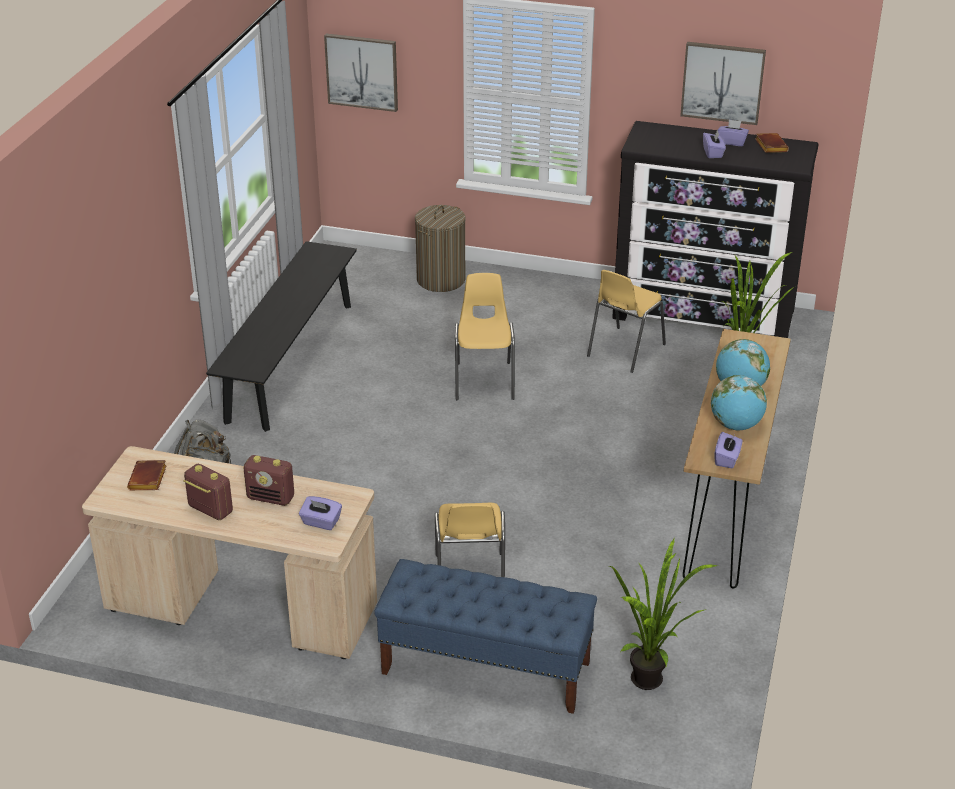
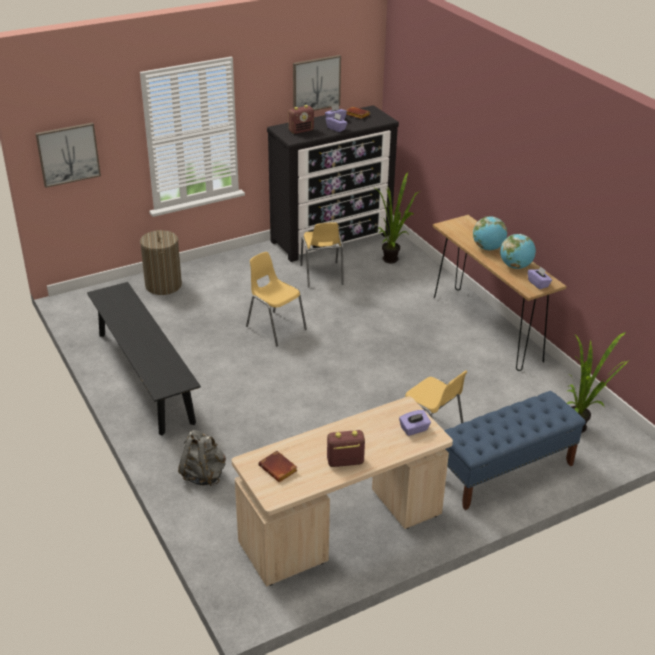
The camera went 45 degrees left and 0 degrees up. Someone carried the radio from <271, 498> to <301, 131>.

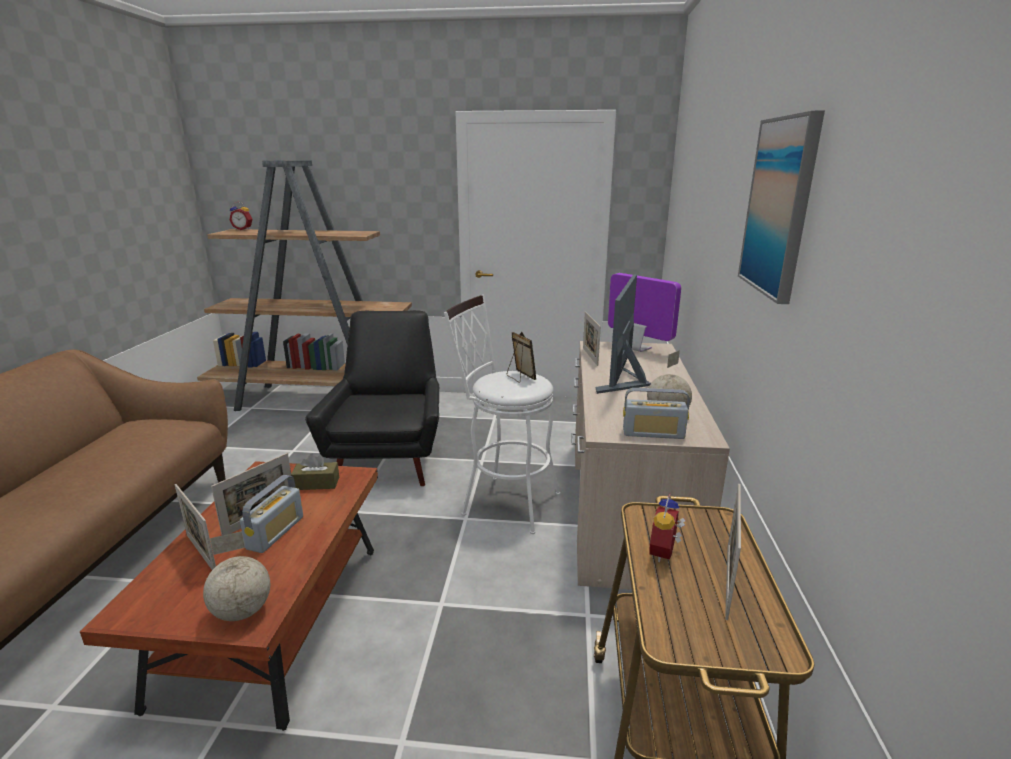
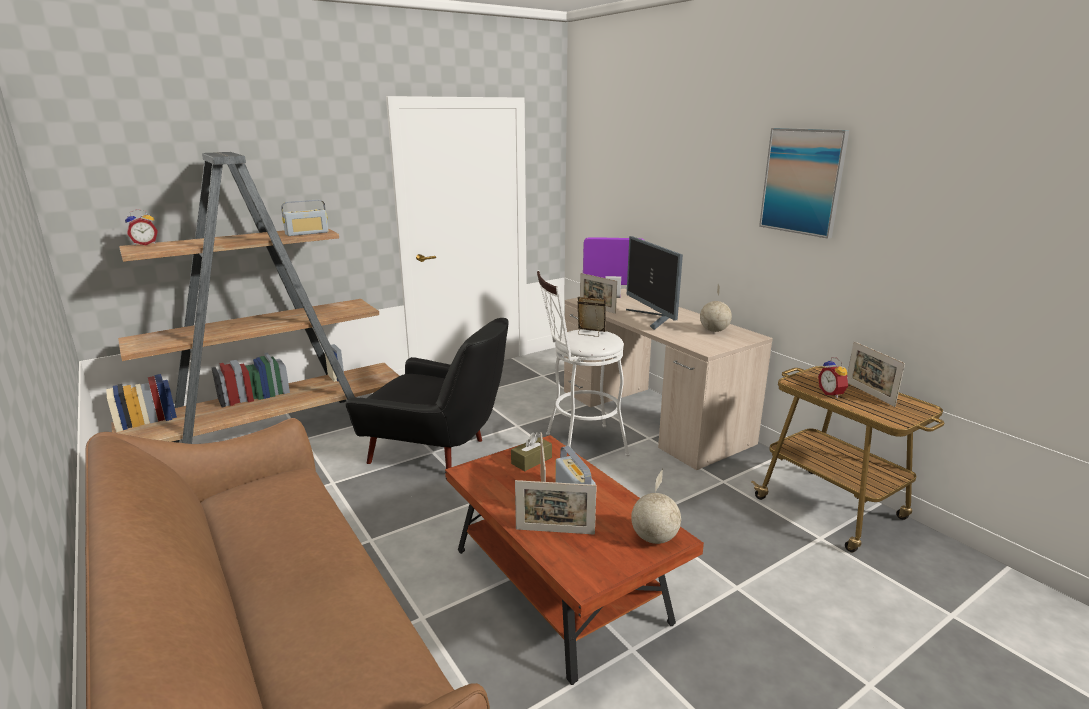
The camera went 40 degrees left and 0 degrees up. Someone carried the radio from <653, 433> to <307, 233>. Someone rotated the blackish lounge chair at <389, 457> by 150 degrees clockwise.

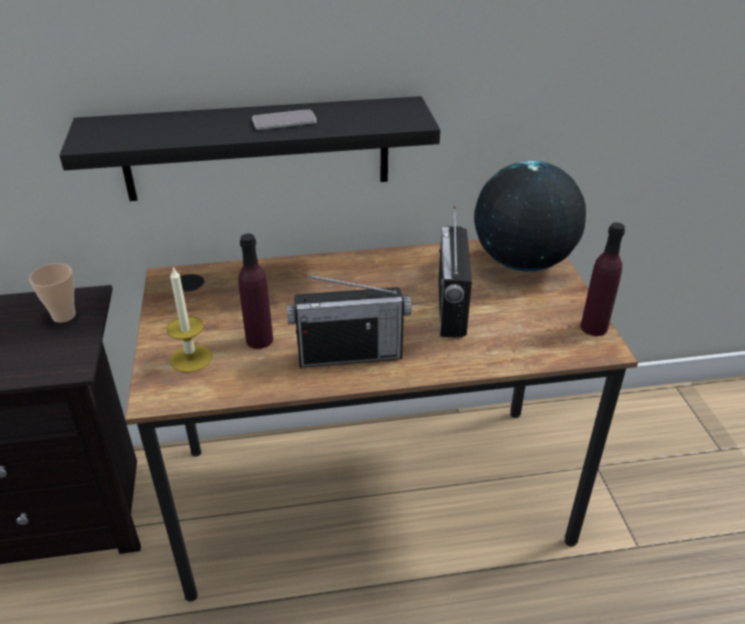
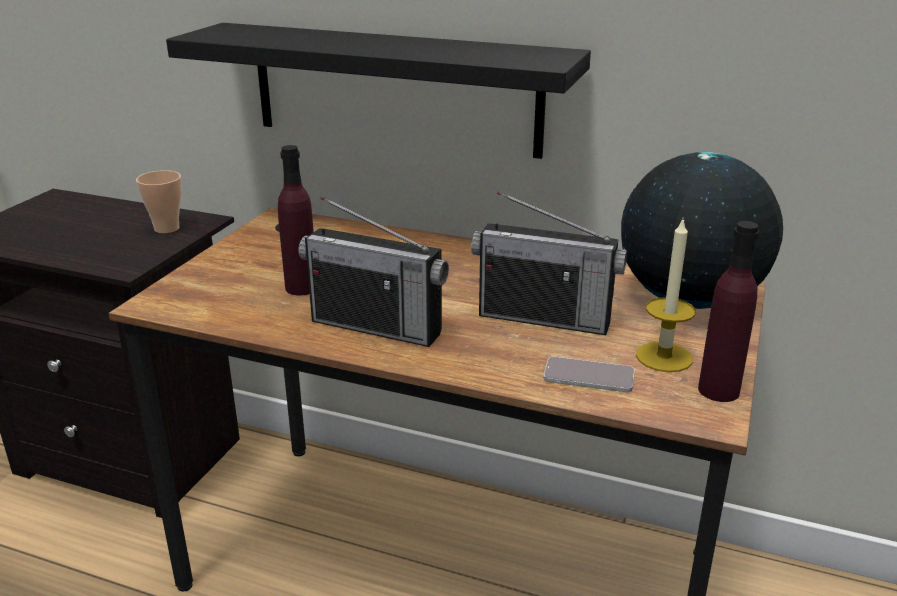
The camera went 30 degrees right and 10 degrees down. Someone rotated the radio at <451, 307> by 105 degrees counterclockwise. Someone carried the handset from <284, 121> to <588, 376>. Someone carried the wax candle from <191, 358> to <664, 357>.

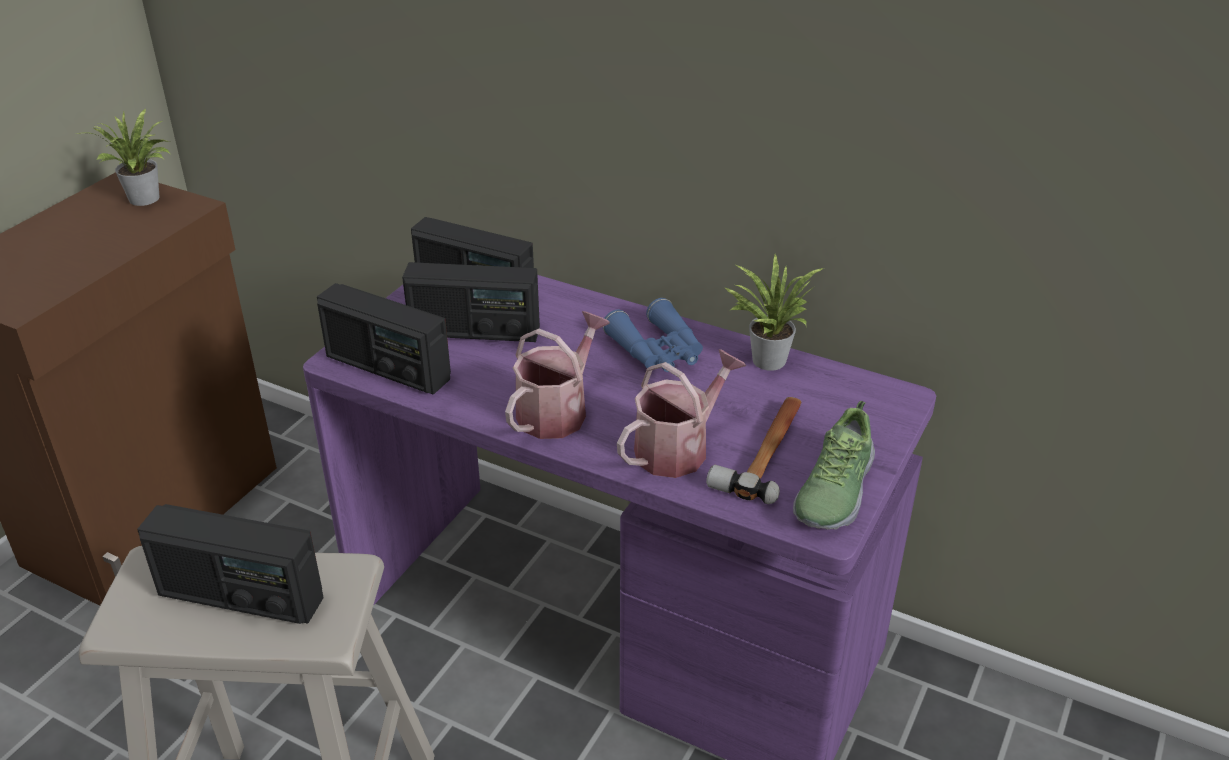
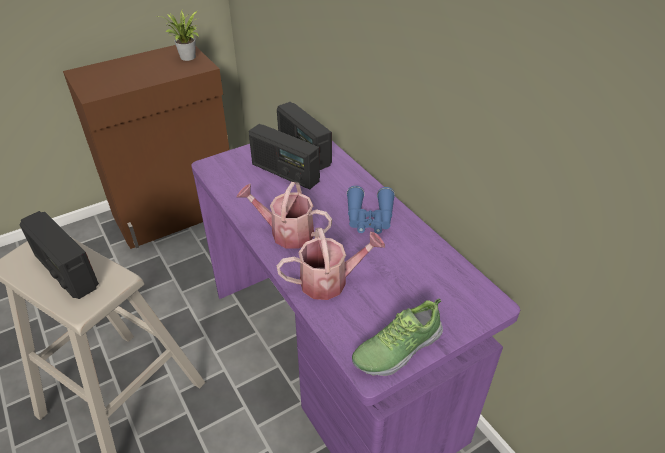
The camera went 30 degrees right and 5 degrees up. Someone rotated the watering pot at <557, 411> by 135 degrees counterclockwise. Someone took away the radio at <387, 368>. Someone took away the hand hammer at <765, 451>. Someone took away the potted plant at <766, 358>.

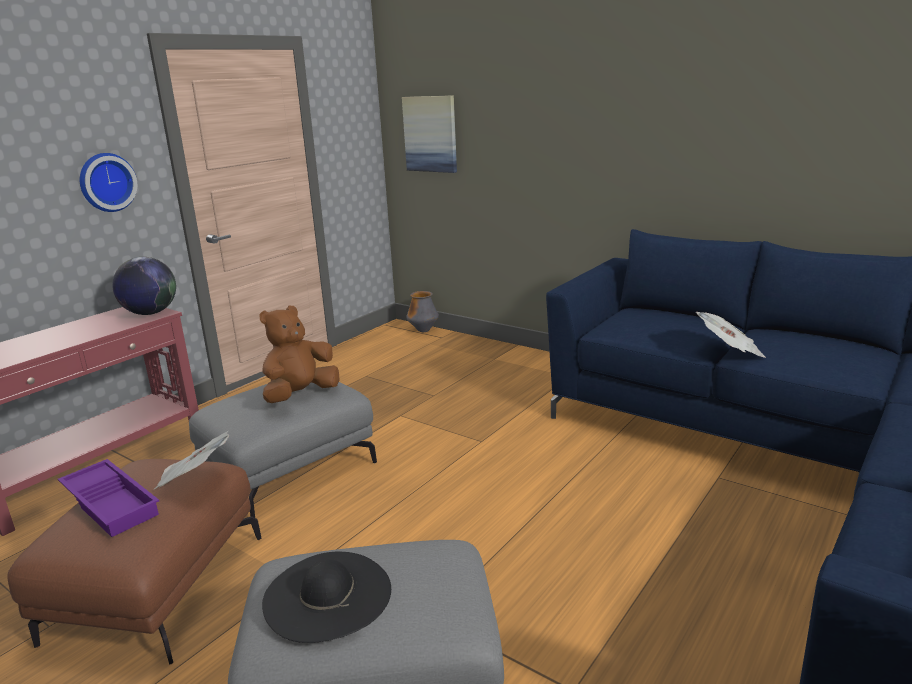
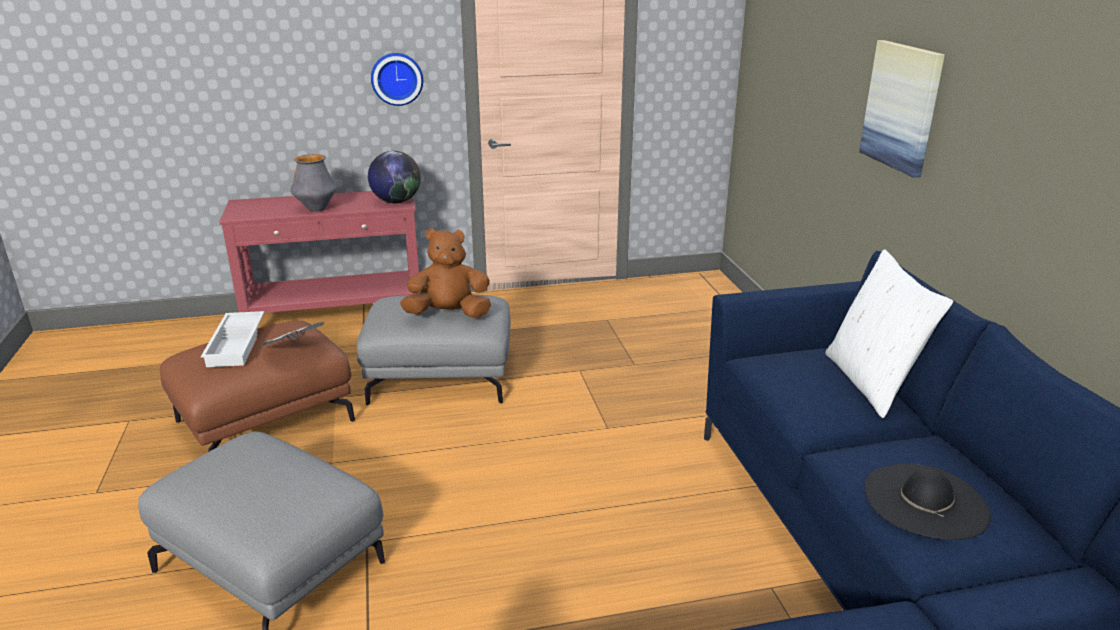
The camera went 40 degrees right and 5 degrees up. Someone repainted the purple-coloured serving tray at <113, 502>, which became the whitish serving tray at <237, 344>. Someone carried the decorative vase from <423, 330> to <316, 209>. Someone put down the whitish cushion at <872, 382>. Someone carried the picture from <430, 134> to <902, 107>. Someone carried the blackish clothing hat from <327, 595> to <925, 501>. Someone took away the daily paper at <729, 351>.

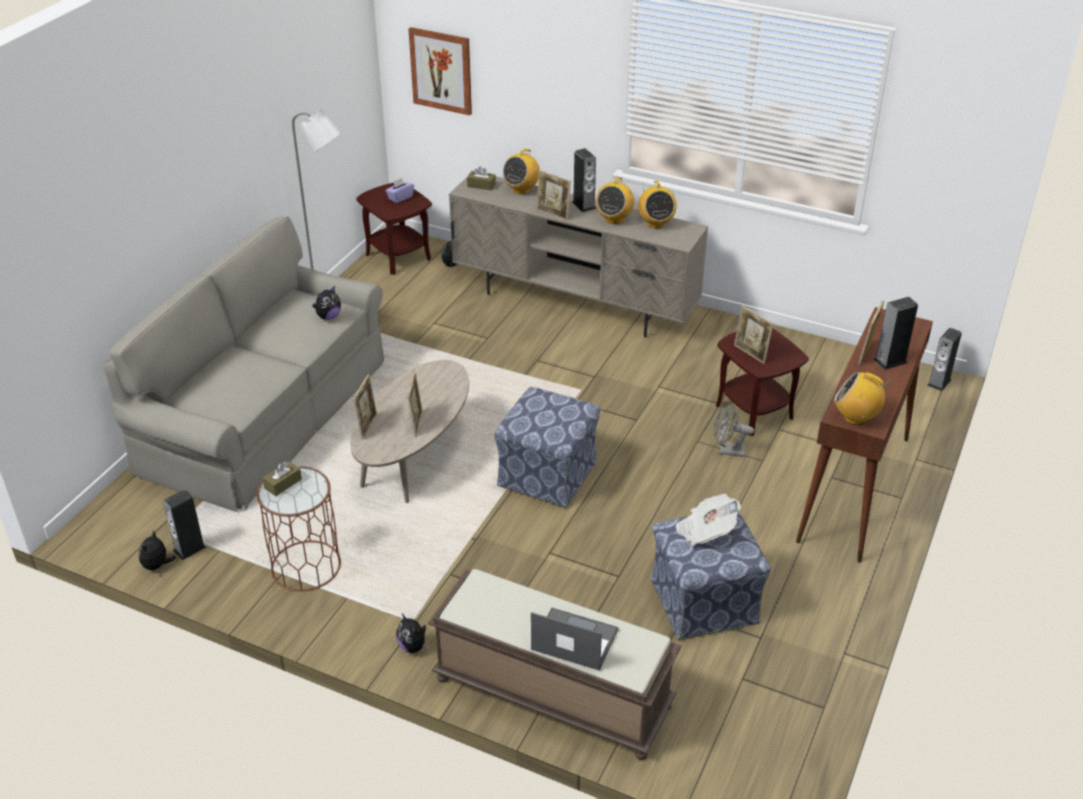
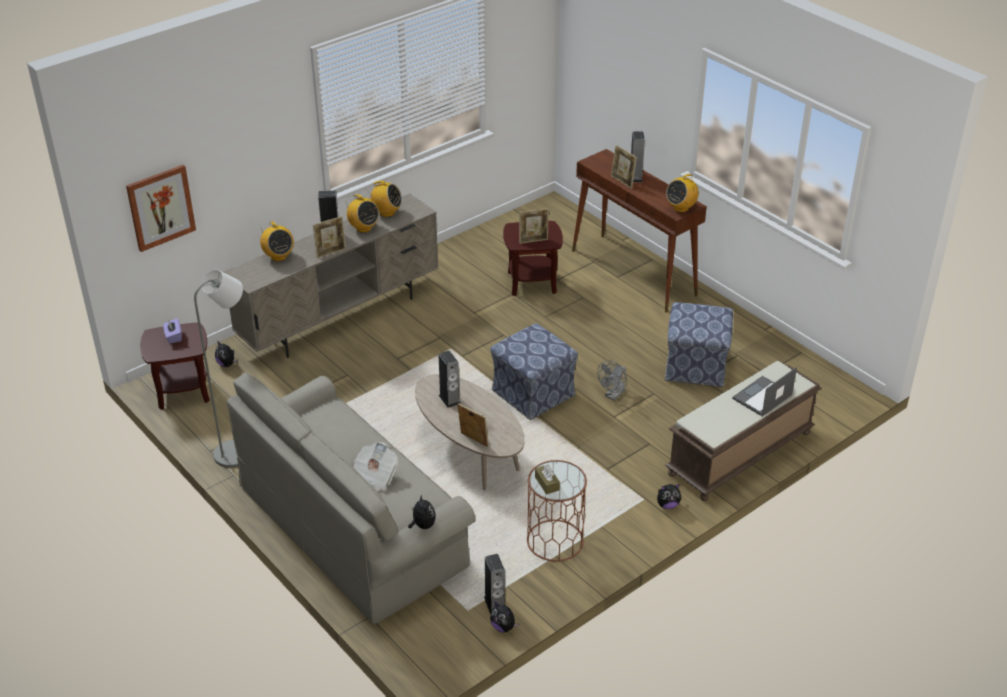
The camera went 65 degrees left and 0 degrees up. Someone carried the daily paper from <706, 531> to <374, 478>. Someone carried the plush toy from <328, 316> to <422, 525>. Someone carried the speaker from <939, 382> to <449, 399>. Someone carried the gray cooling fan from <727, 451> to <613, 395>. Someone took away the standing frame at <416, 423>. Someone took away the brownish box of tissues at <481, 185>.

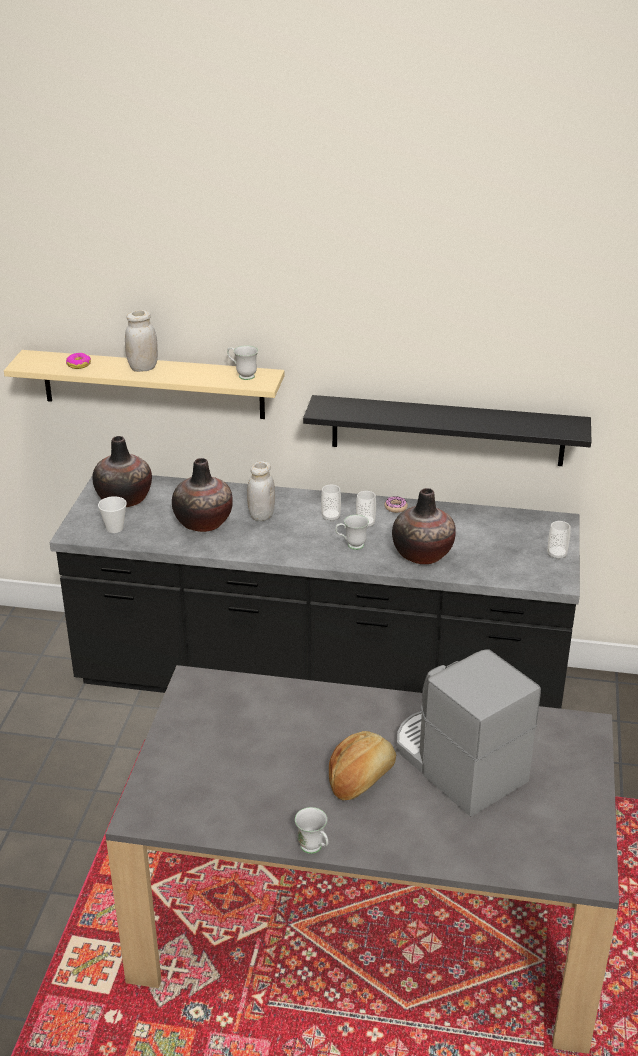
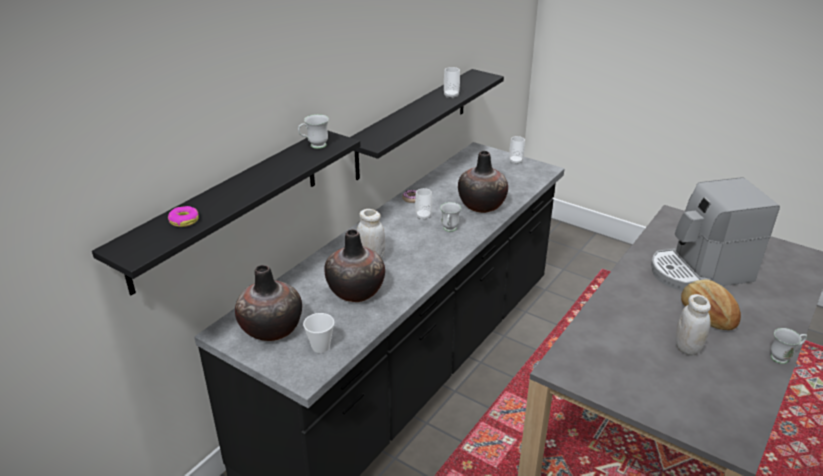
The camera went 65 degrees left and 0 degrees up. Someone repainted the beige-coloured bracket shelf at <153, 384>, which became the blackish bracket shelf at <228, 207>. Someone carried the small cup from <331, 517> to <451, 95>. Someone carried the whitish jar from <143, 368> to <687, 348>.

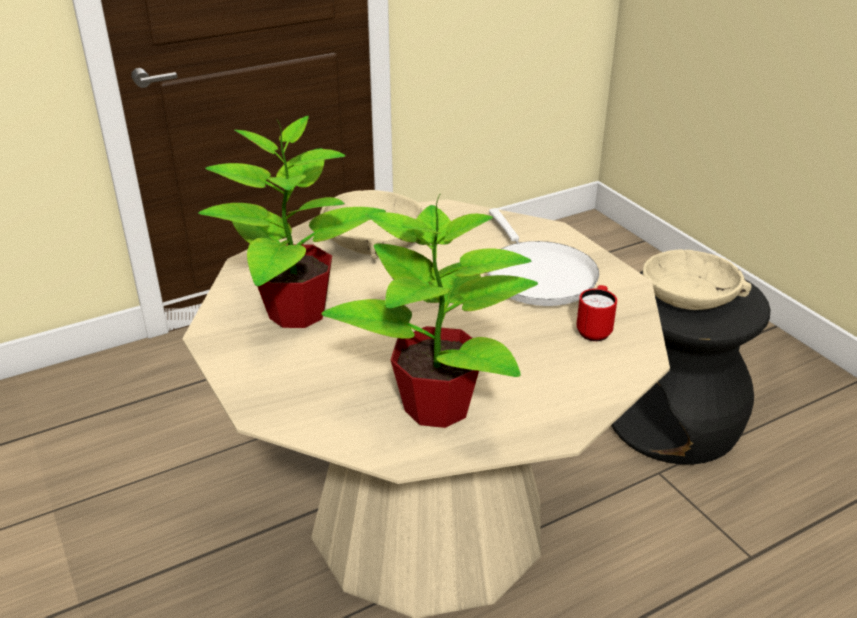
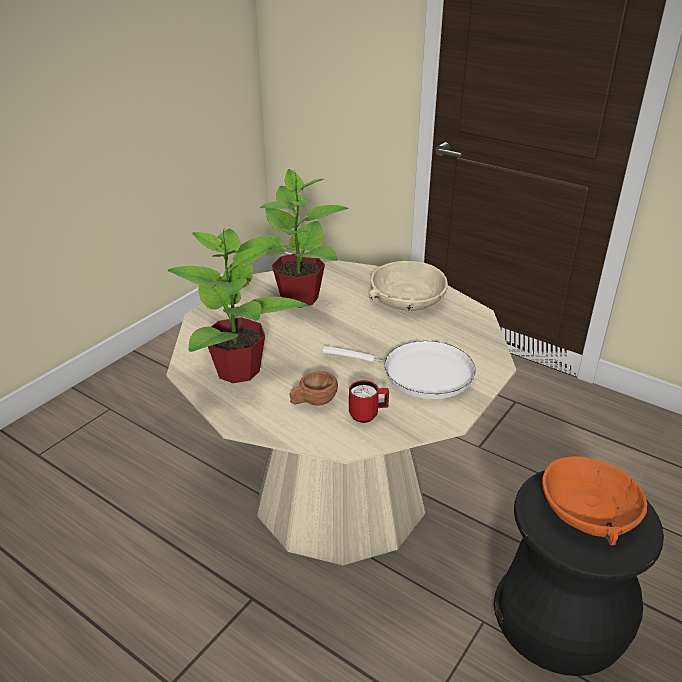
The camera went 65 degrees right and 0 degrees up. Someone put down the brownish small cup at <313, 402>. Someone rotated the whitish frying pan at <537, 275> by 120 degrees counterclockwise. Someone repainted the beige-coloured serving bowl at <690, 293>, which became the orange serving bowl at <589, 509>.

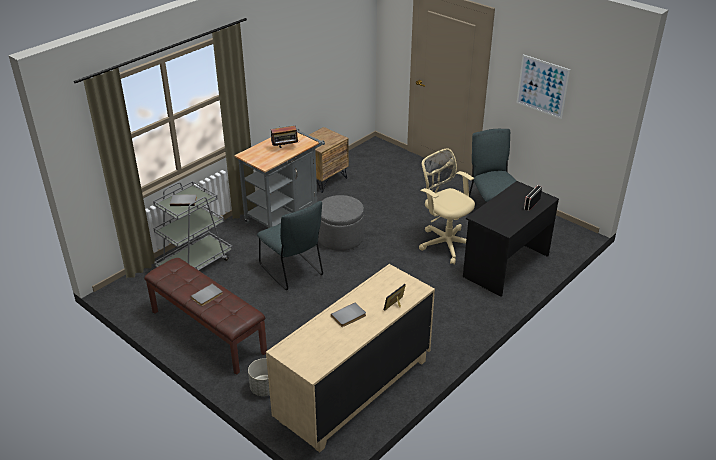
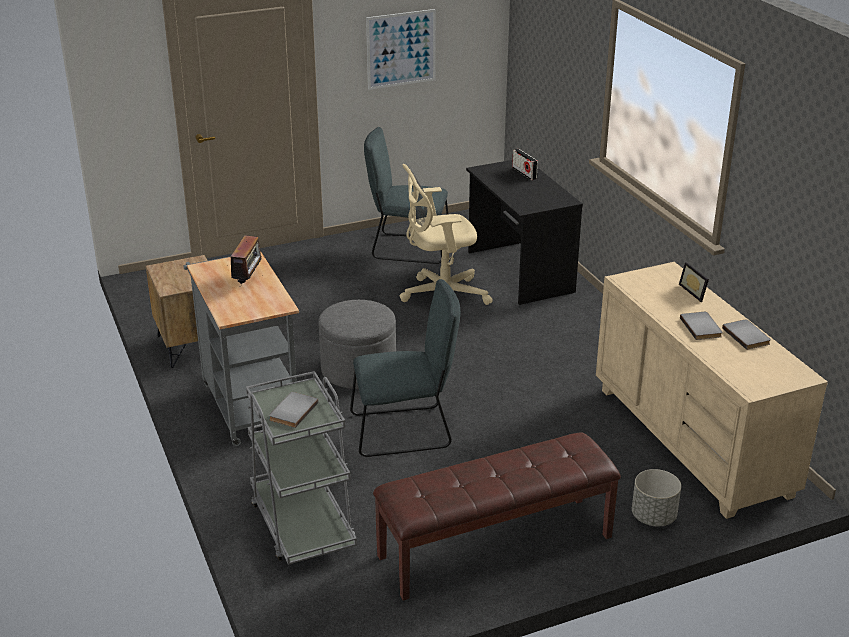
The camera went 65 degrees left and 5 degrees down. Someone carried the gray volume from <207, 296> to <747, 336>.

